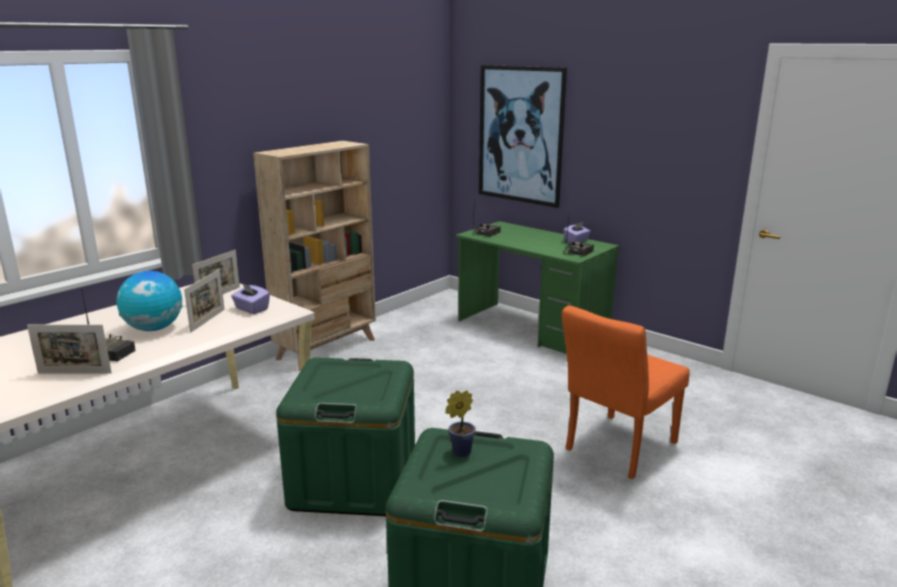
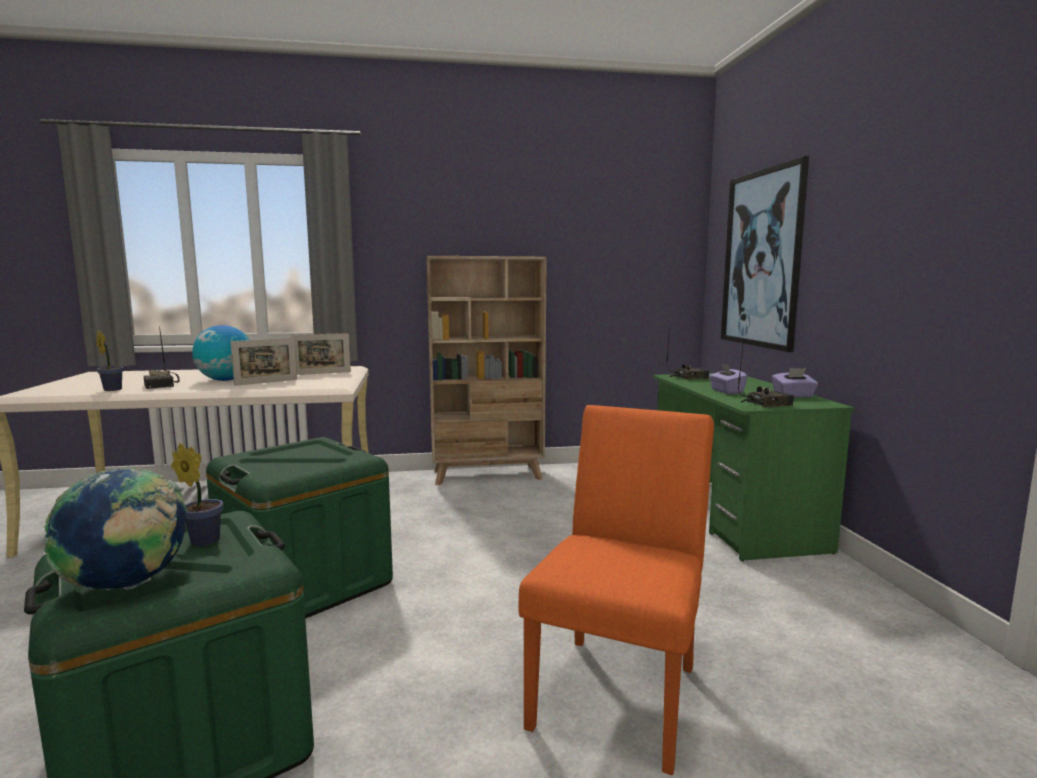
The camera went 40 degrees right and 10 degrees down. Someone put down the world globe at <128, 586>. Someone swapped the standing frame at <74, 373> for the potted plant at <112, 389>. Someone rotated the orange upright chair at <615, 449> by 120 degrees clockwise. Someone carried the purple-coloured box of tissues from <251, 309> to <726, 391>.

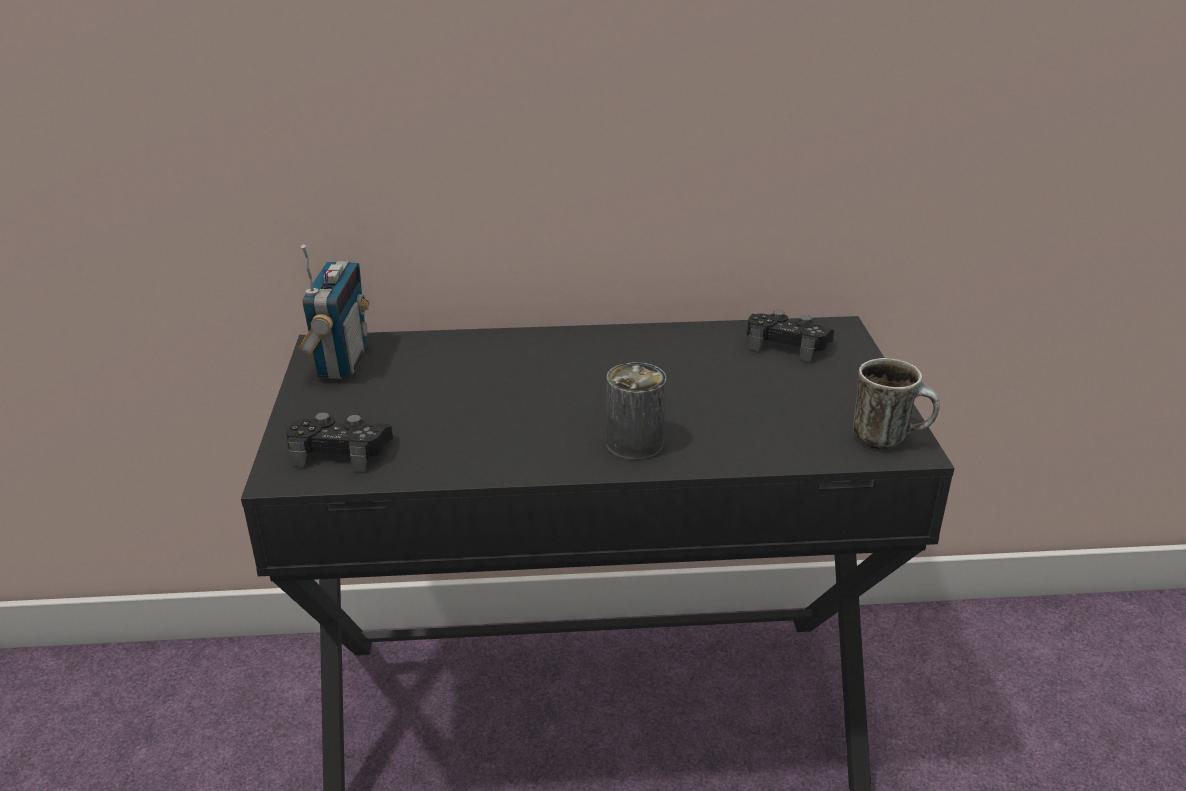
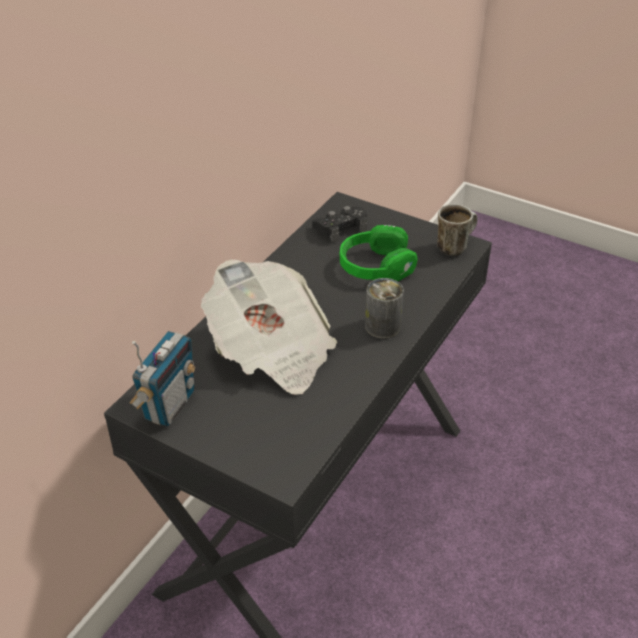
The camera went 55 degrees left and 10 degrees up. Someone rotated the radio at <341, 362> by 75 degrees clockwise. Someone put down the daily paper at <272, 351>. Someone put down the green pair of headphones at <375, 267>. Someone took away the blackish game controller at <340, 451>.

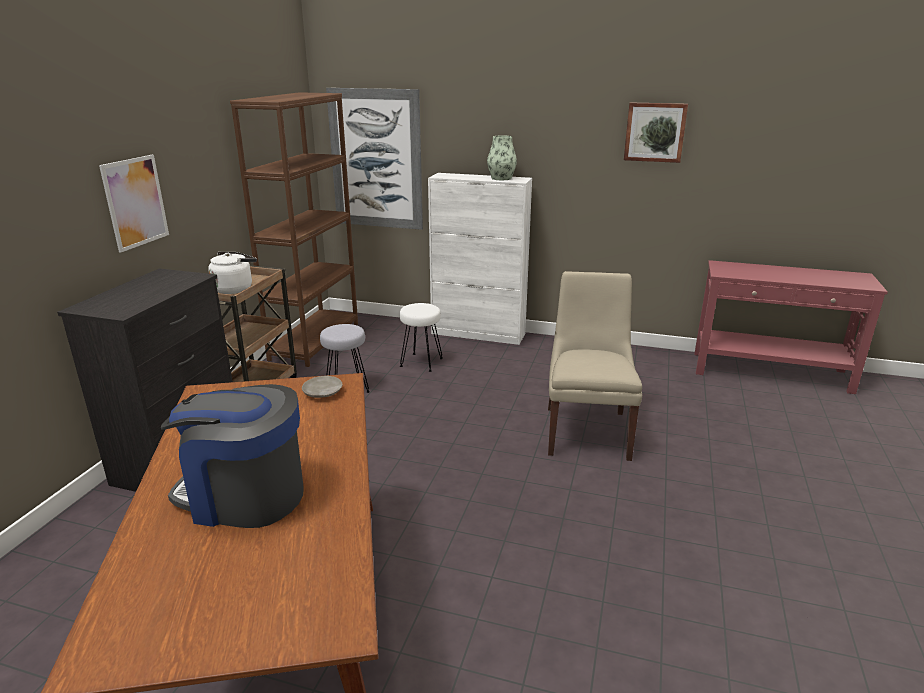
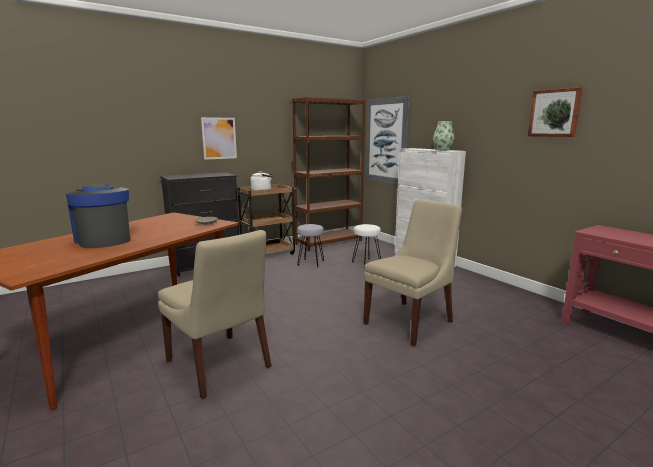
The camera went 40 degrees right and 10 degrees down. Someone put down the beige-coloured upright chair at <220, 366>.

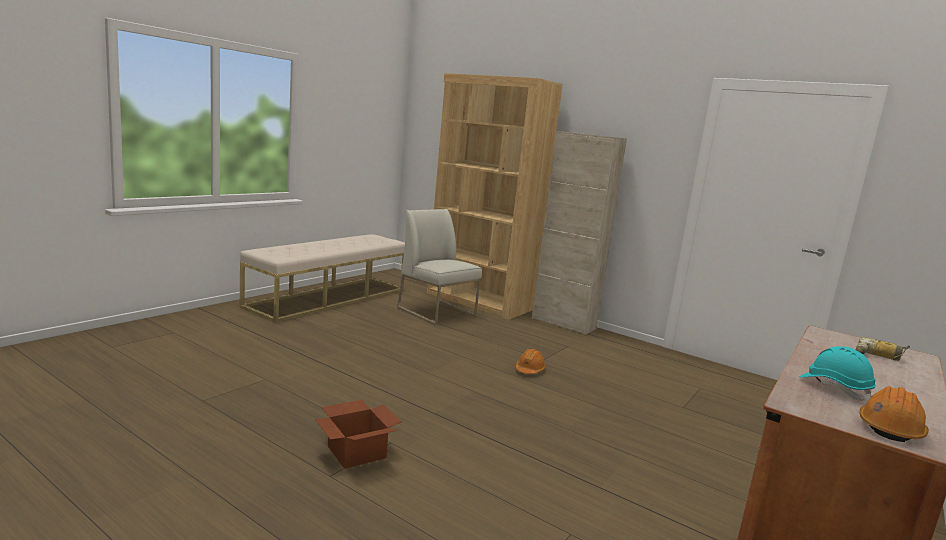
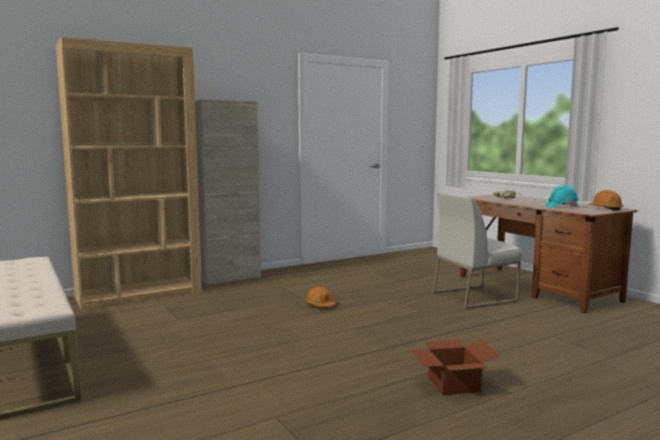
The camera went 65 degrees left and 5 degrees down. Someone carried the whitish upright chair from <437, 312> to <474, 297>.

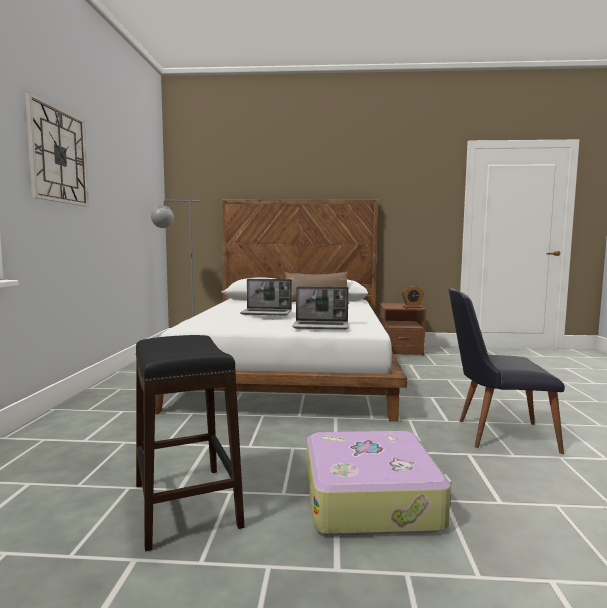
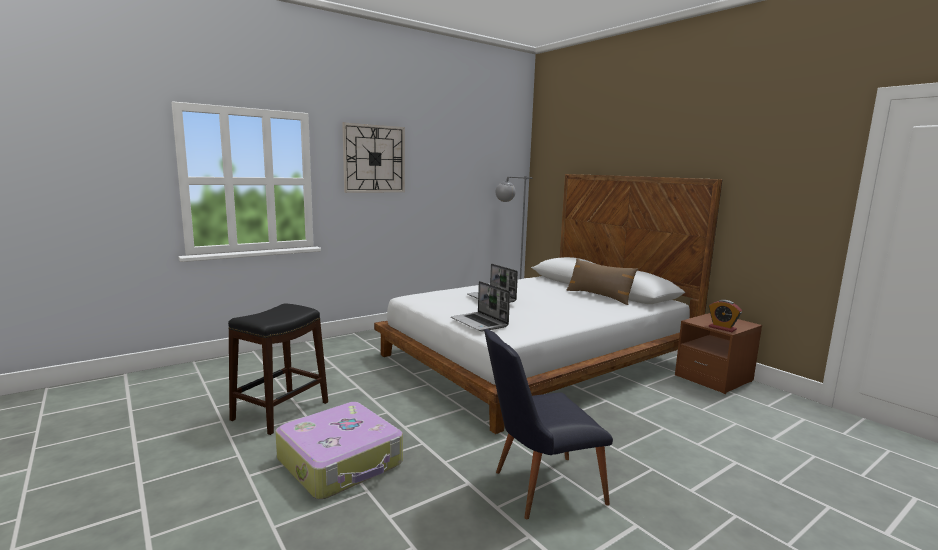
The camera went 50 degrees right and 5 degrees up. Someone rotated the blackish upright chair at <495, 434> by 75 degrees counterclockwise.

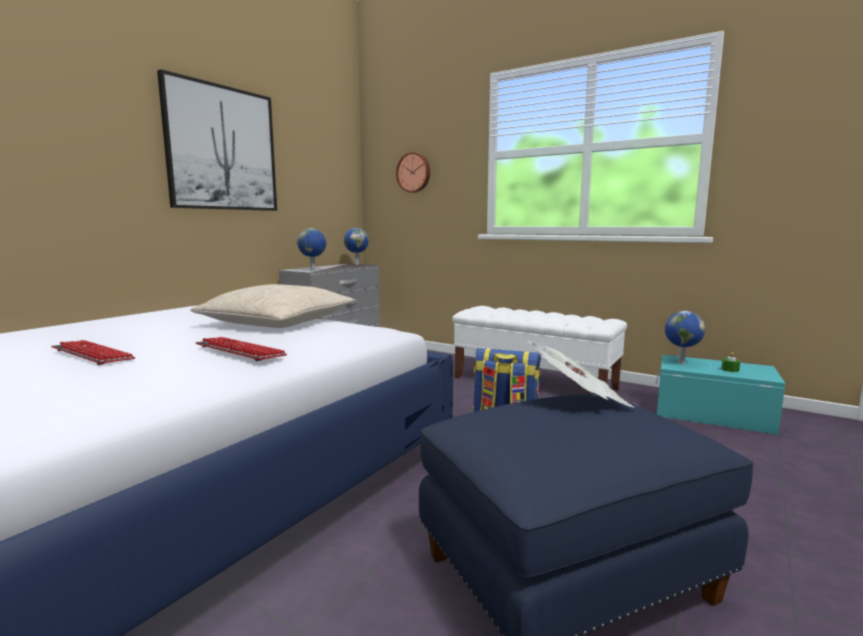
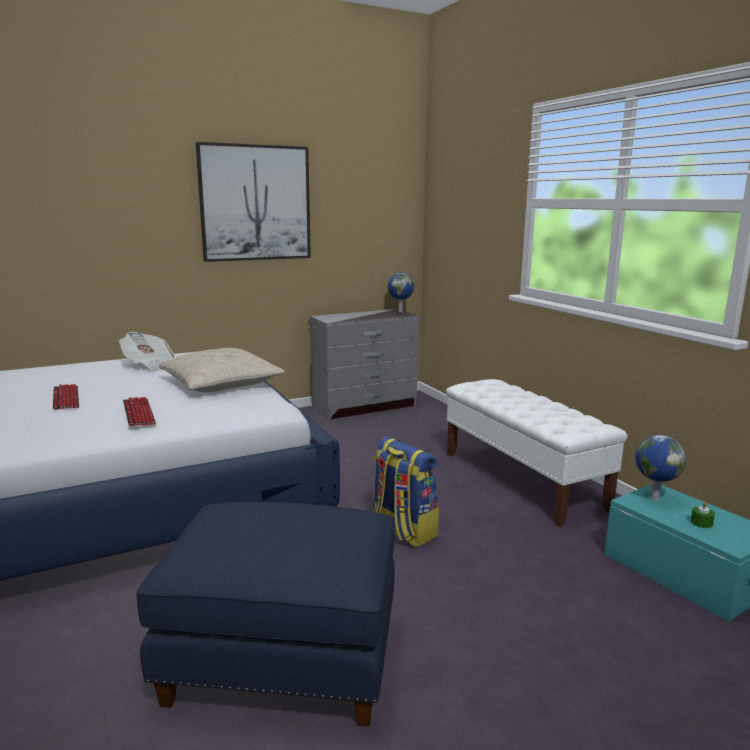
The camera went 30 degrees right and 5 degrees up. Someone carried the daily paper from <578, 399> to <149, 365>. Someone took away the world globe at <313, 270>. Someone took away the hanging clock at <414, 172>.

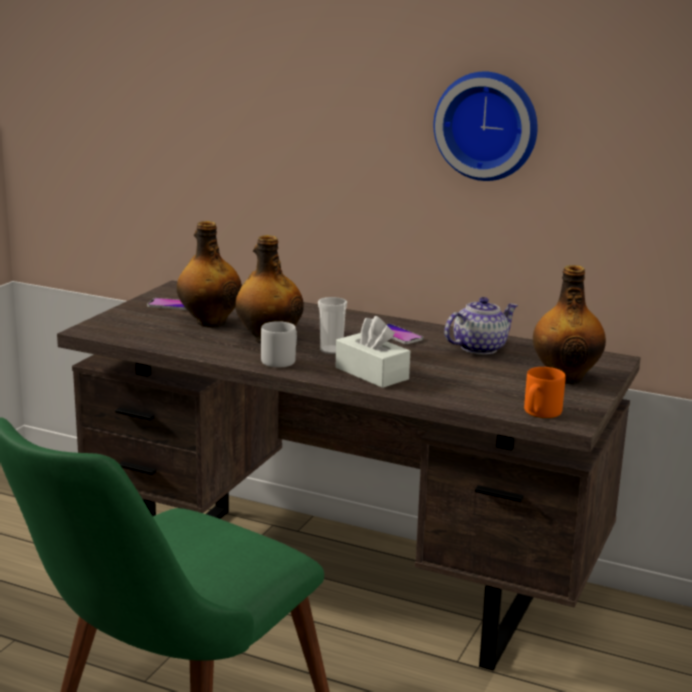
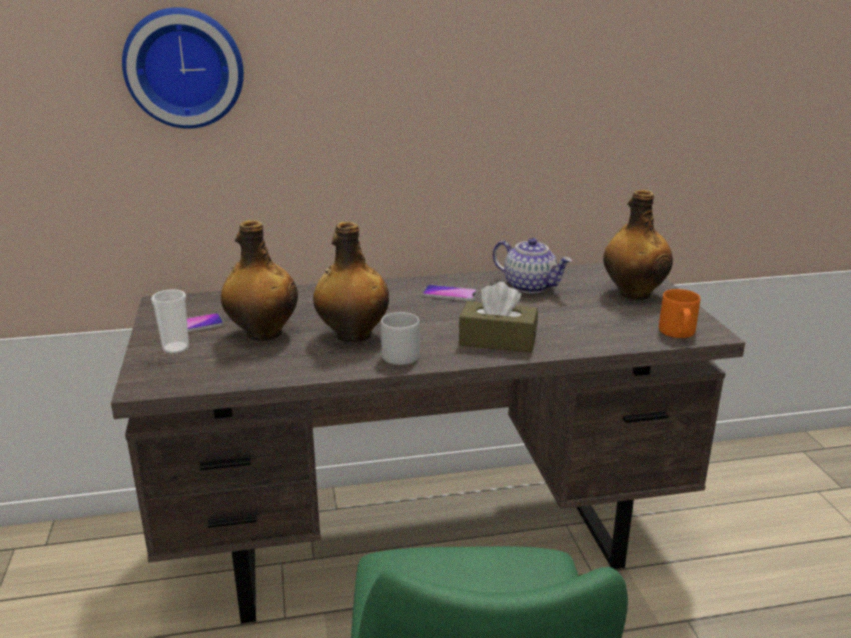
The camera went 35 degrees left and 5 degrees up. Someone carried the hanging clock from <487, 125> to <184, 68>. Someone carried the small cup from <331, 350> to <176, 348>. Someone repainted the whitish box of tissues at <371, 373>, which became the brownish box of tissues at <497, 340>. Someone rotated the teapot at <479, 348> by 105 degrees clockwise.

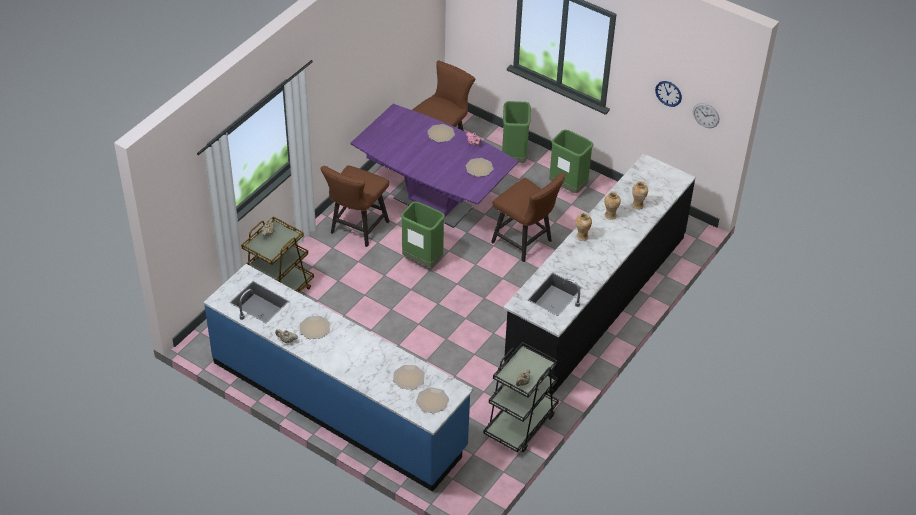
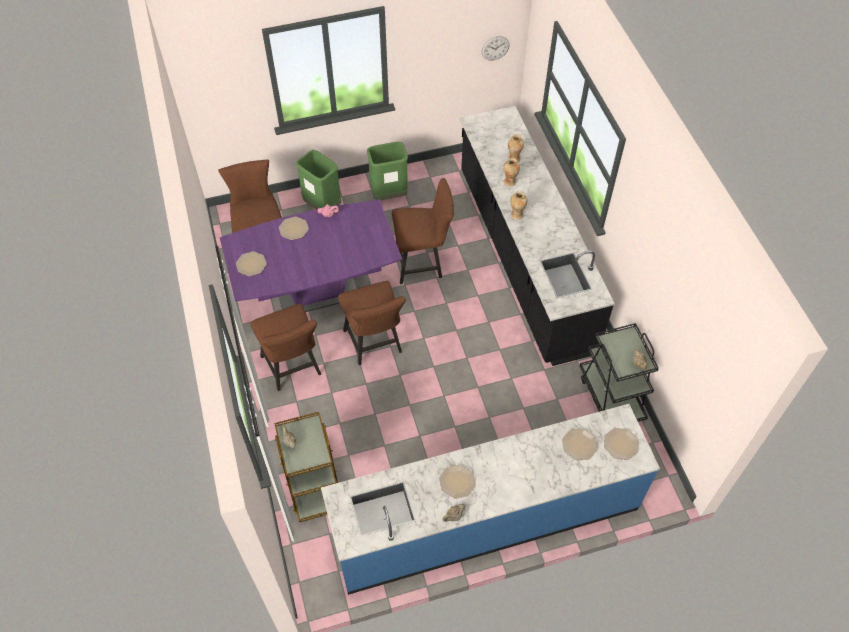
The camera went 50 degrees left and 10 degrees up. Someone carried the flat dish from <479, 168> to <251, 264>. Someone swapped the green trash can at <422, 260> for the brownish upright chair at <375, 344>. Someone took away the hanging clock at <668, 93>.

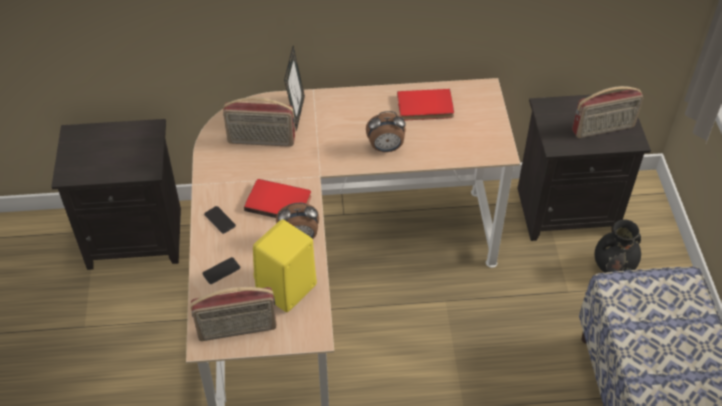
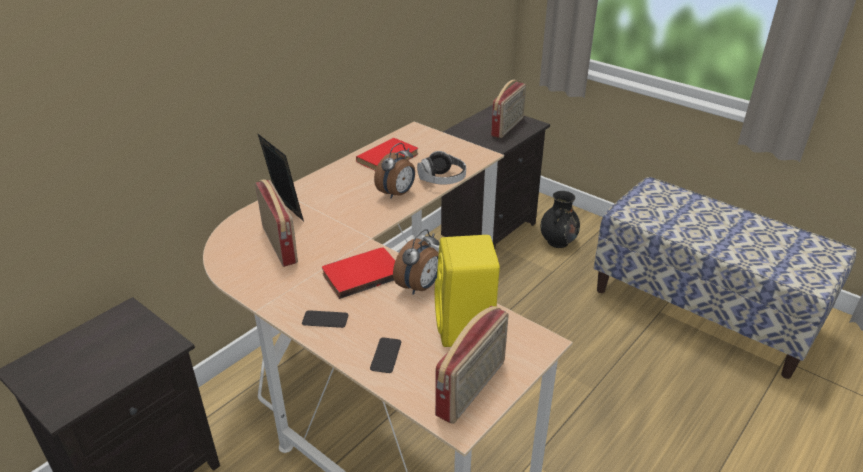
The camera went 45 degrees left and 15 degrees down. Someone rotated the radio at <261, 141> by 75 degrees counterclockwise. Someone put down the pair of headphones at <442, 180>.

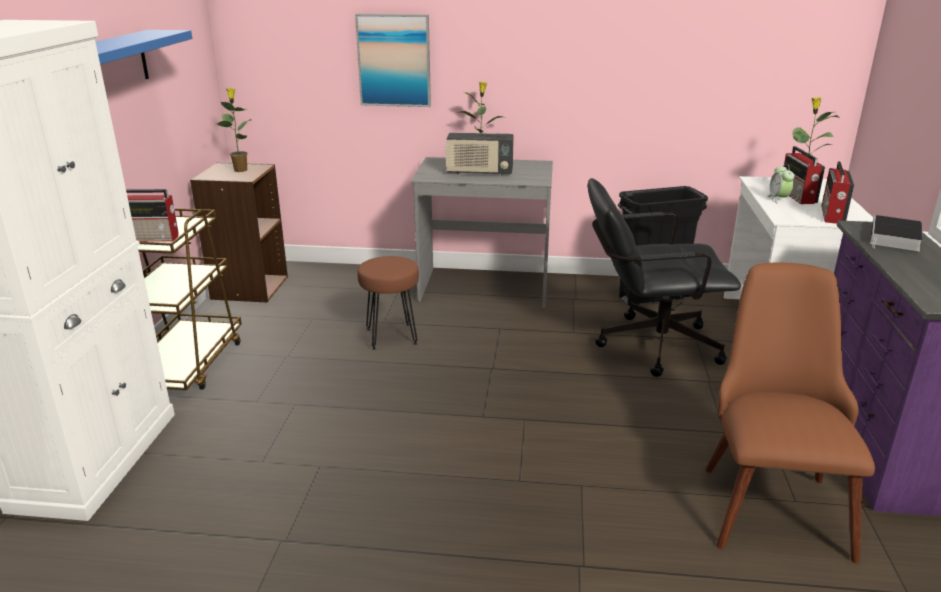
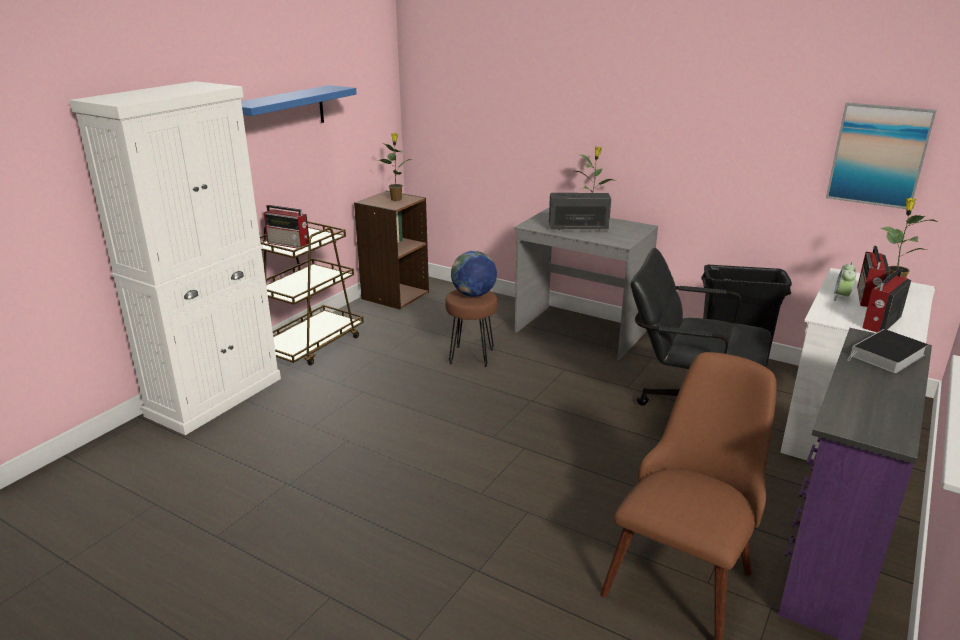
The camera went 25 degrees right and 0 degrees up. Someone put down the world globe at <473, 295>. Someone rotated the radio at <479, 172> by 150 degrees clockwise. Someone carried the picture from <394, 60> to <878, 155>.

